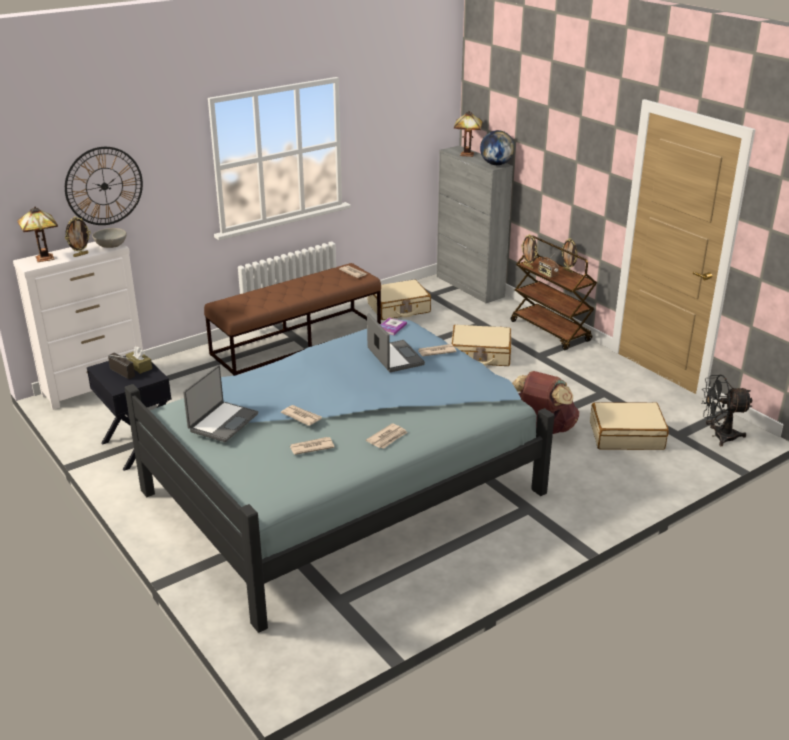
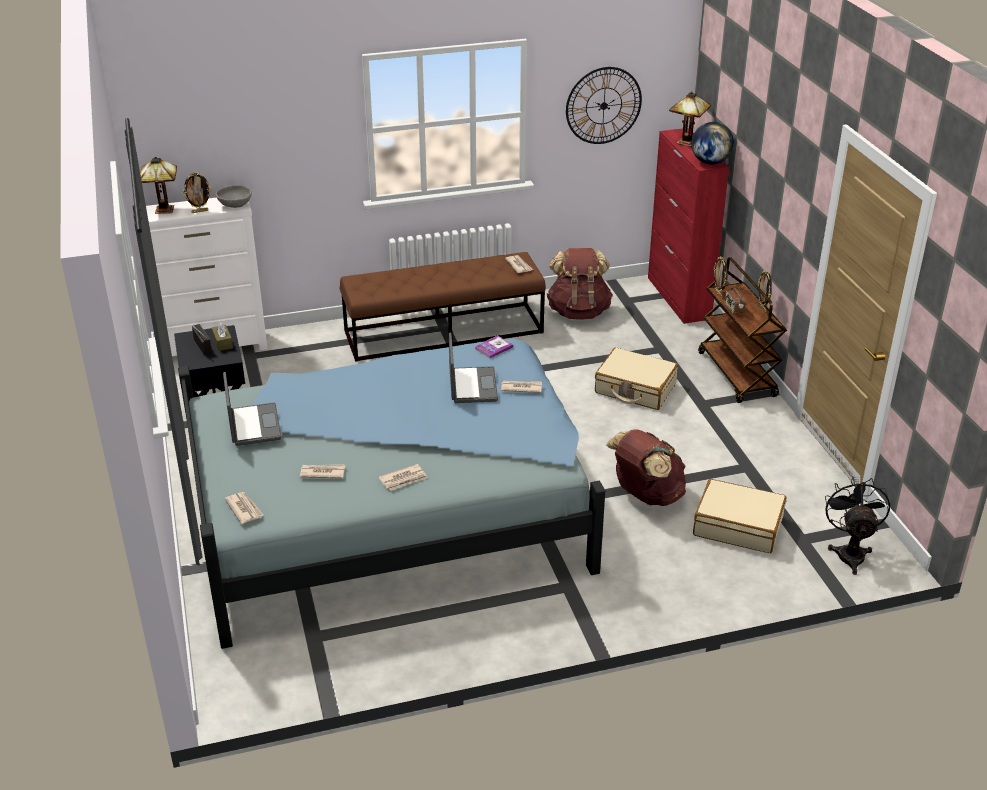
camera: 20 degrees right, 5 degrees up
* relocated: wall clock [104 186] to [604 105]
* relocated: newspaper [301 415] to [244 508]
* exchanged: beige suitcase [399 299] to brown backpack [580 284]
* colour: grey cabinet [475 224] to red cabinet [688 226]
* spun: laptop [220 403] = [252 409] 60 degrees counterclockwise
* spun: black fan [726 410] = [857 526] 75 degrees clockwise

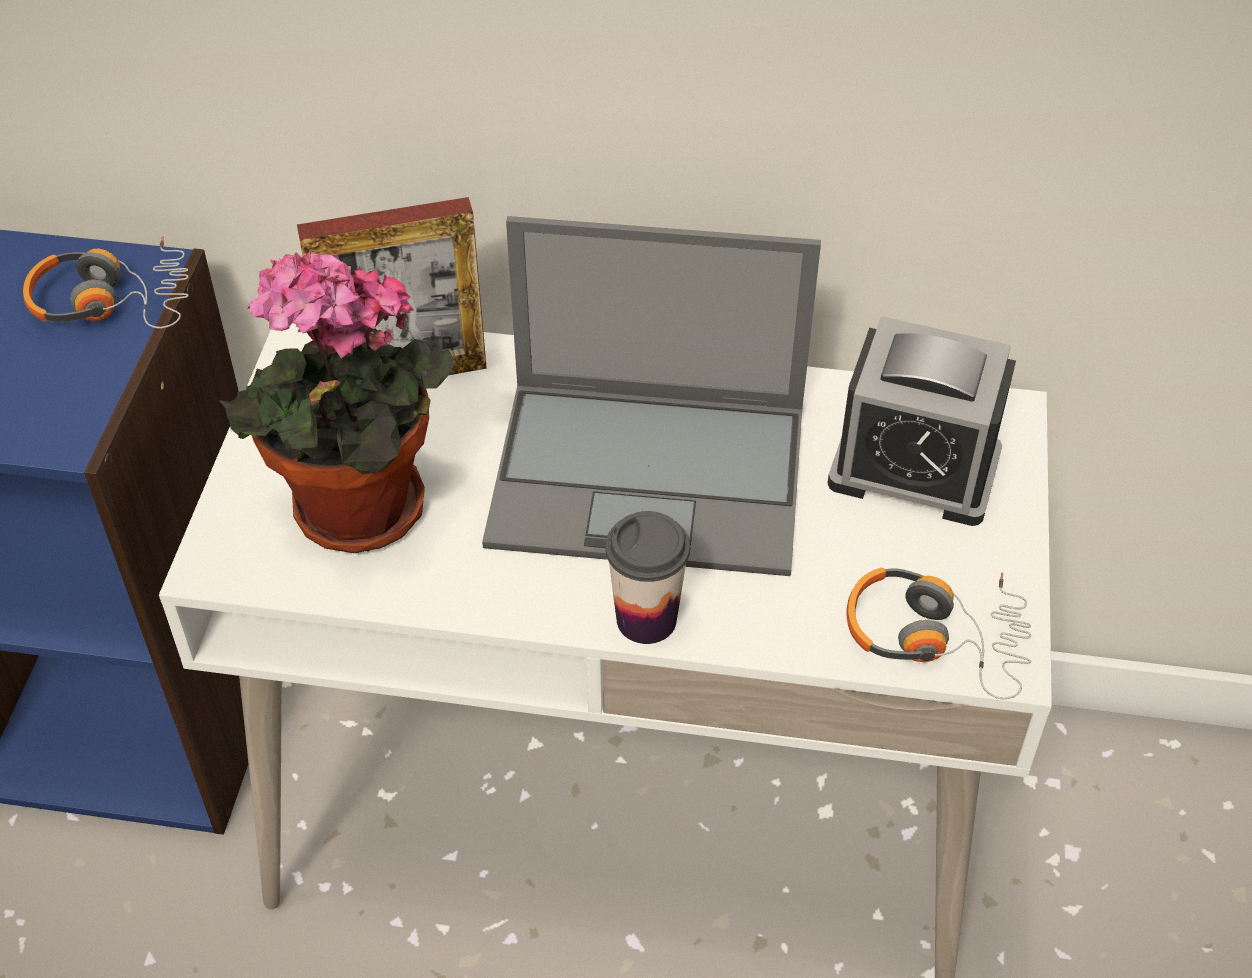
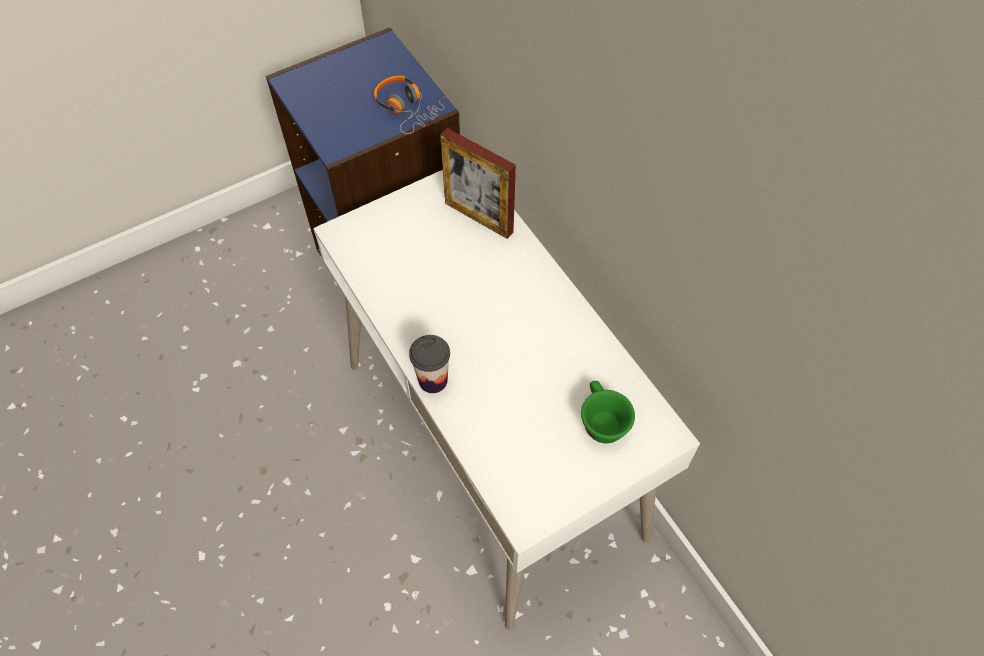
camera: 50 degrees right, 10 degrees up
* missing: potted plant [336 402]
* missing: laptop [651 396]
* missing: headphones [938 633]
* exchanged: alarm clock [922 421] to green cup [608 412]

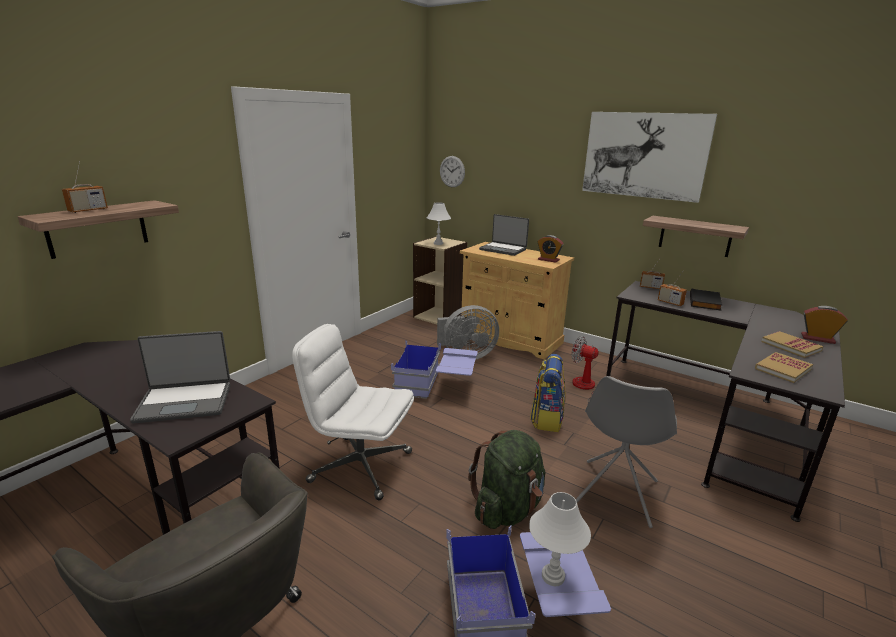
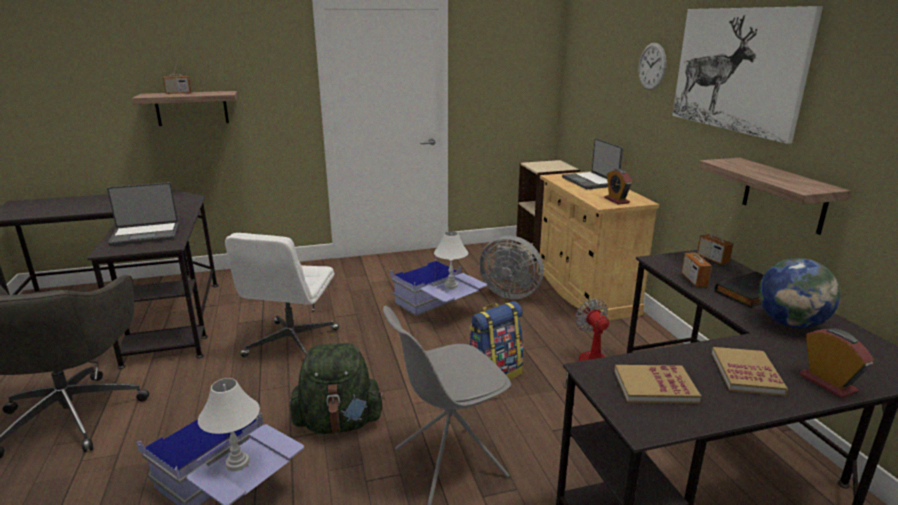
camera: 40 degrees right, 0 degrees up
* appeared: globe [799 293]
* relocated: white table lamp [439 223] to [451 260]
* relocated: wall clock [452 171] to [652 66]
* spun: laptop [180 377] = [143 214] 45 degrees counterclockwise
* spun: white office chair [353 412] = [282 296] 135 degrees counterclockwise

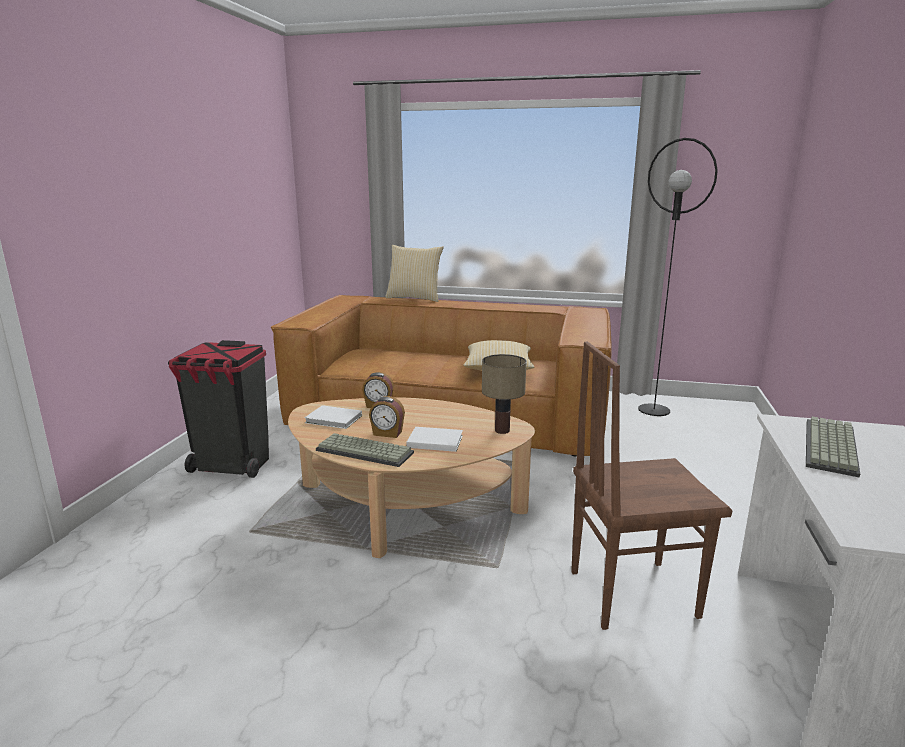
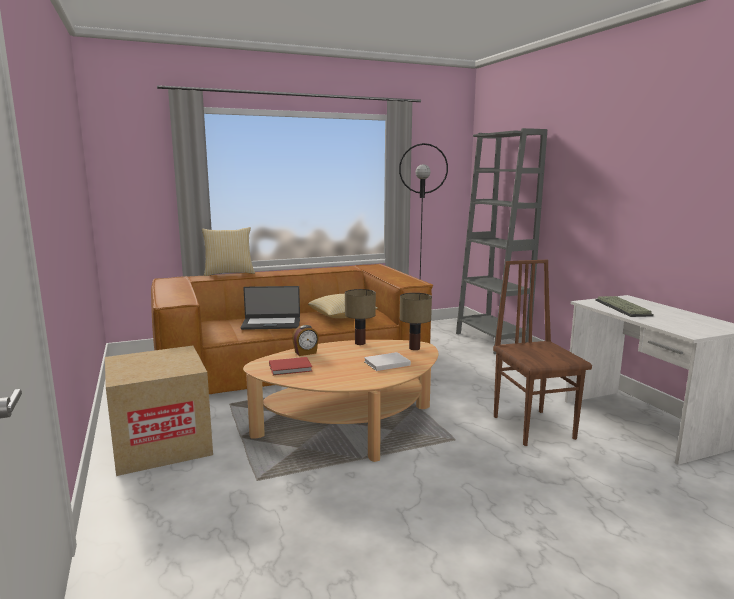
camera: 35 degrees left, 5 degrees down
* missing: keyboard [365 450]
* missing: alarm clock [387 417]
* appeared: laptop [270 308]
* appeared: table lamp [360 317]
* appeared: grey bookcase [501 241]
* exchanged: black trash can [218 409] to cardboard box [159 411]
* colour: white book [333 417] to red book [290 366]
* spun: brown chair [652 485] = [542 353] 120 degrees clockwise

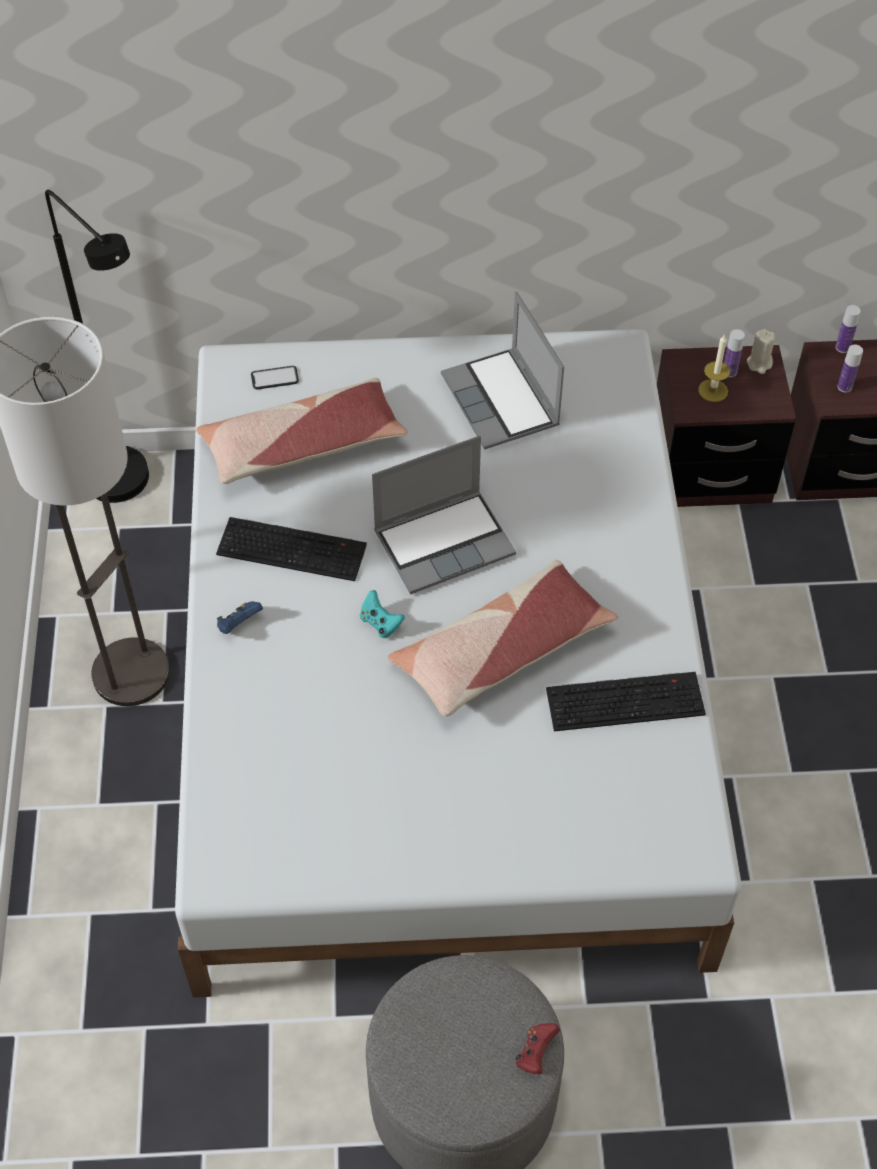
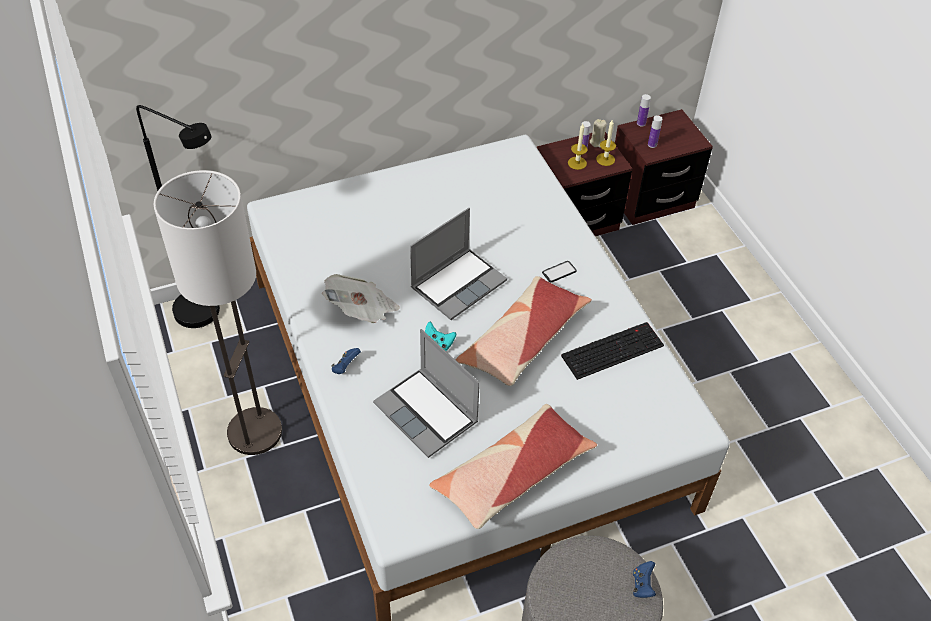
camera: 20 degrees left, 5 degrees down
* appeared: candle [606 143]
* relocated: pillow [302 431] to [513 466]
* relocated: phone [275 377] to [559 271]
* relocated: laptop [502 371] to [426 393]
* exchanged: keyboard [291 549] to newspaper [361 298]
* colour: red game controller [537 1049] to blue game controller [644 579]

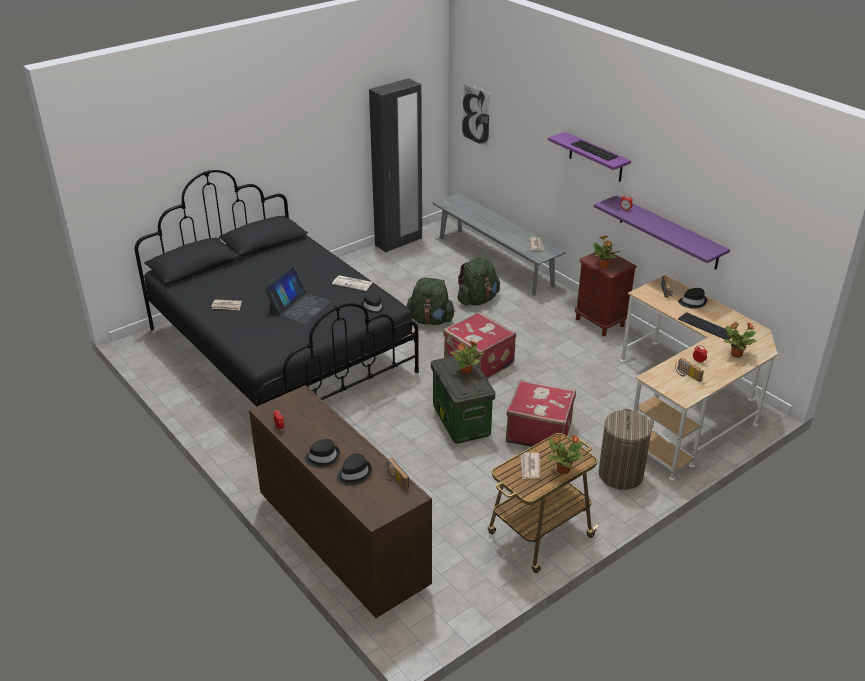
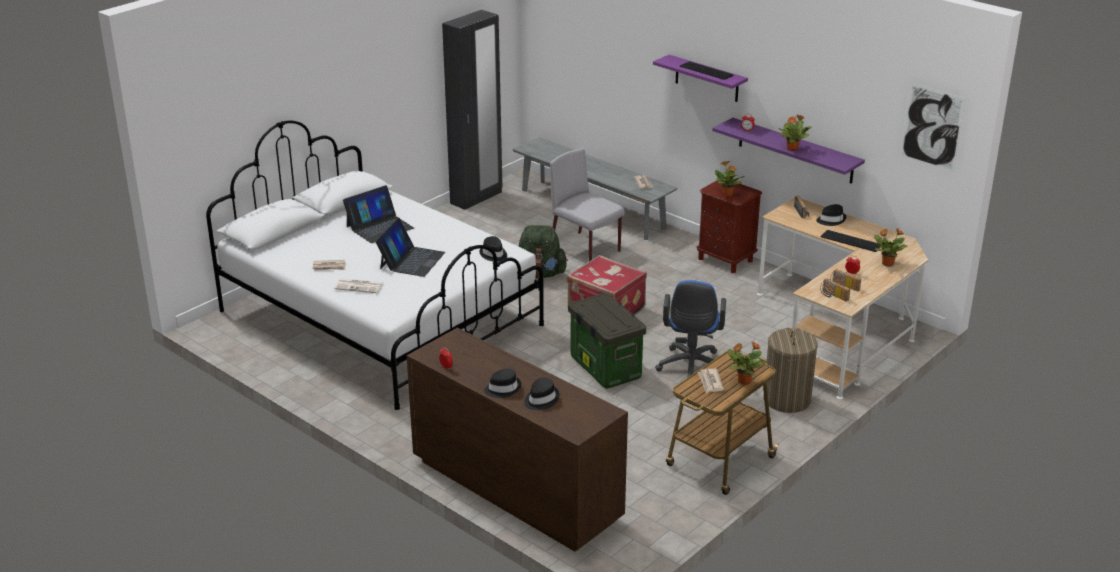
camera: 10 degrees left, 5 degrees down
* appeared: laptop [378 214]
* relocated: newspaper [352 283] to [358 285]
* relocated: radio [396 473] to [835 290]
* relocated: potted plant [467 357] to [795 133]
* relocated: picture [476 115] to [933 127]
* exchanged: green backpack [479 282] to grey chair [587 204]
* exchanged: red suitcase [541 413] to blue office chair [690 328]
* colour: black bed [276 288] to white bed [375 265]

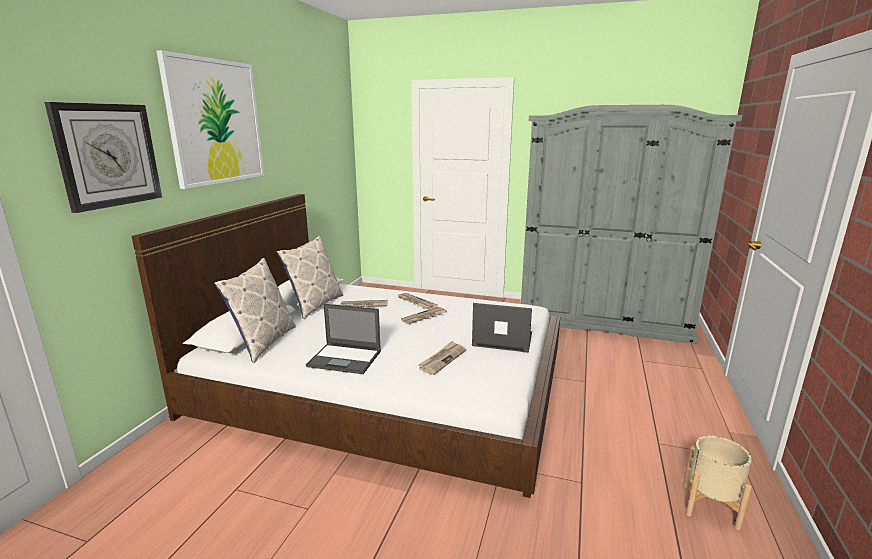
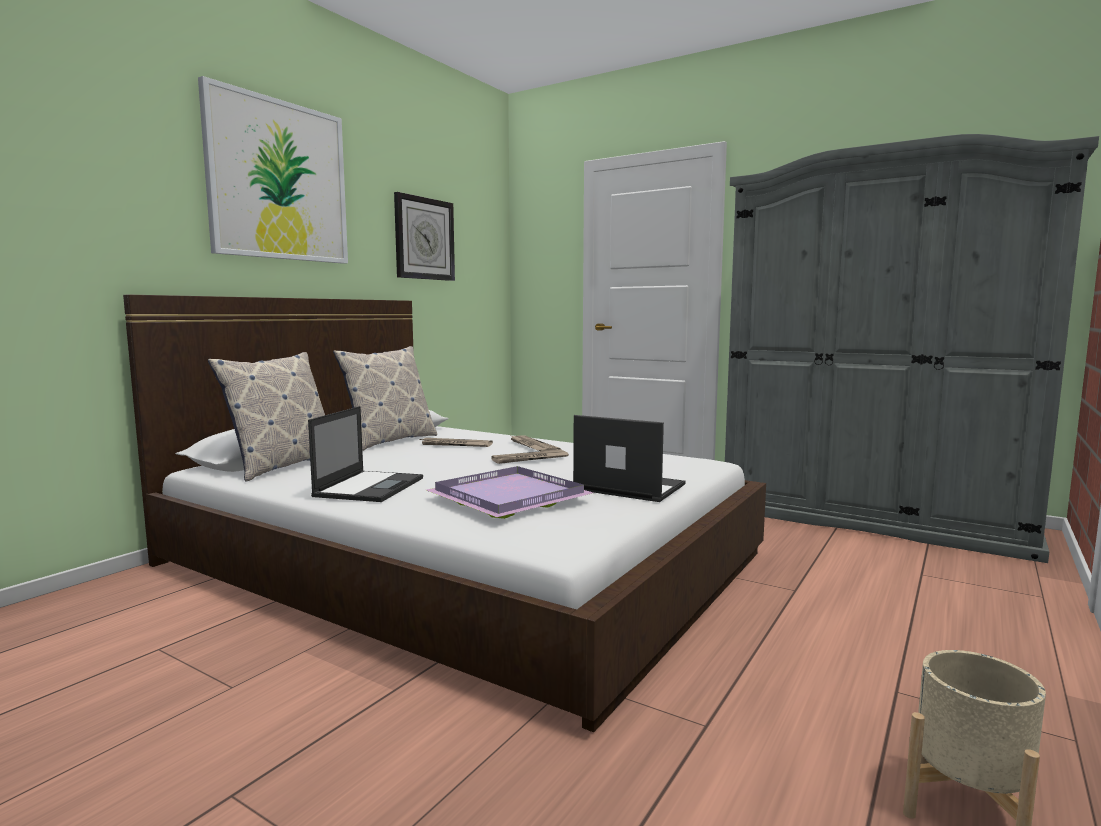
camera: 15 degrees right, 10 degrees down
* relocated: wall clock [103 157] to [424 236]
* exchanged: newspaper [442 358] to purple tray [510 492]
* spun: laptop [343 339] = [365 454] 105 degrees counterclockwise

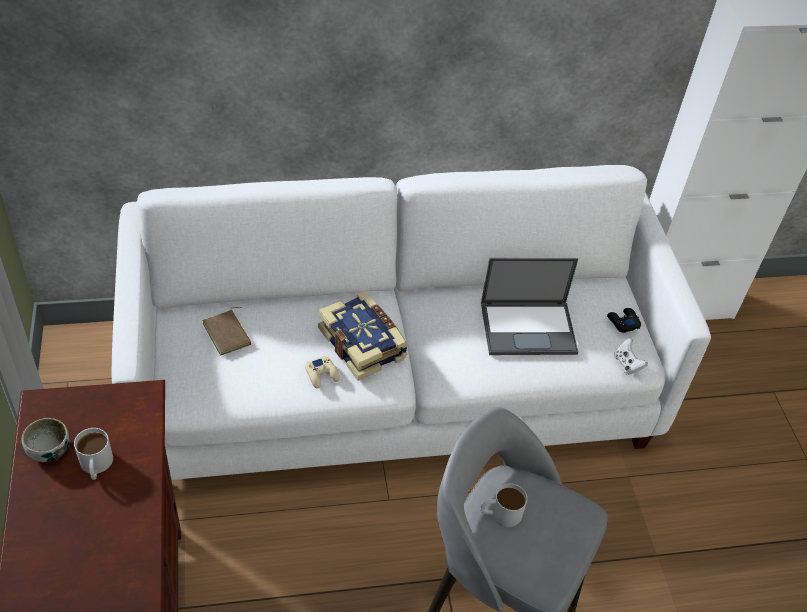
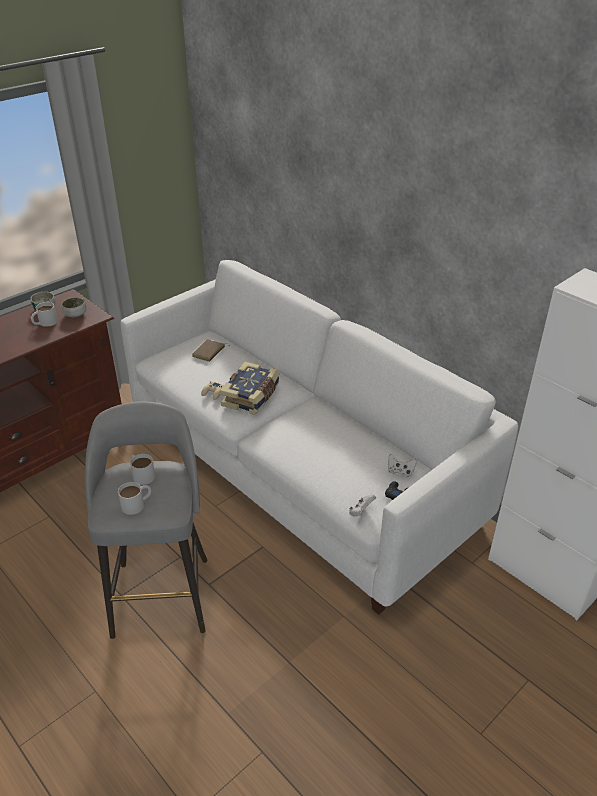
camera: 60 degrees right, 10 degrees down
* missing: laptop [529 306]
* appeared: bowl [73 307]
* appeared: white mug [134 498]
* appeared: white game controller [402 465]

